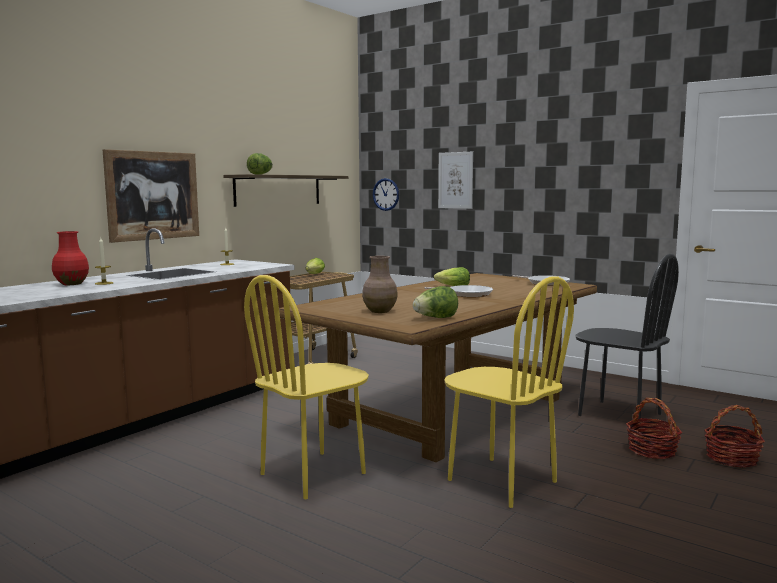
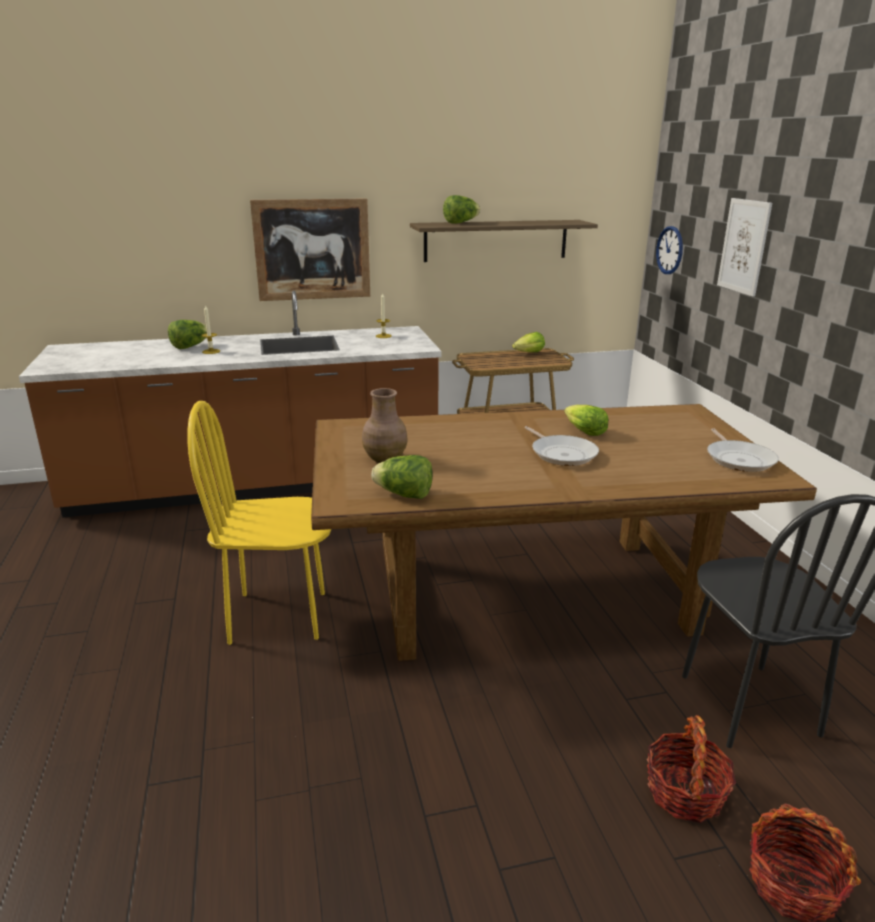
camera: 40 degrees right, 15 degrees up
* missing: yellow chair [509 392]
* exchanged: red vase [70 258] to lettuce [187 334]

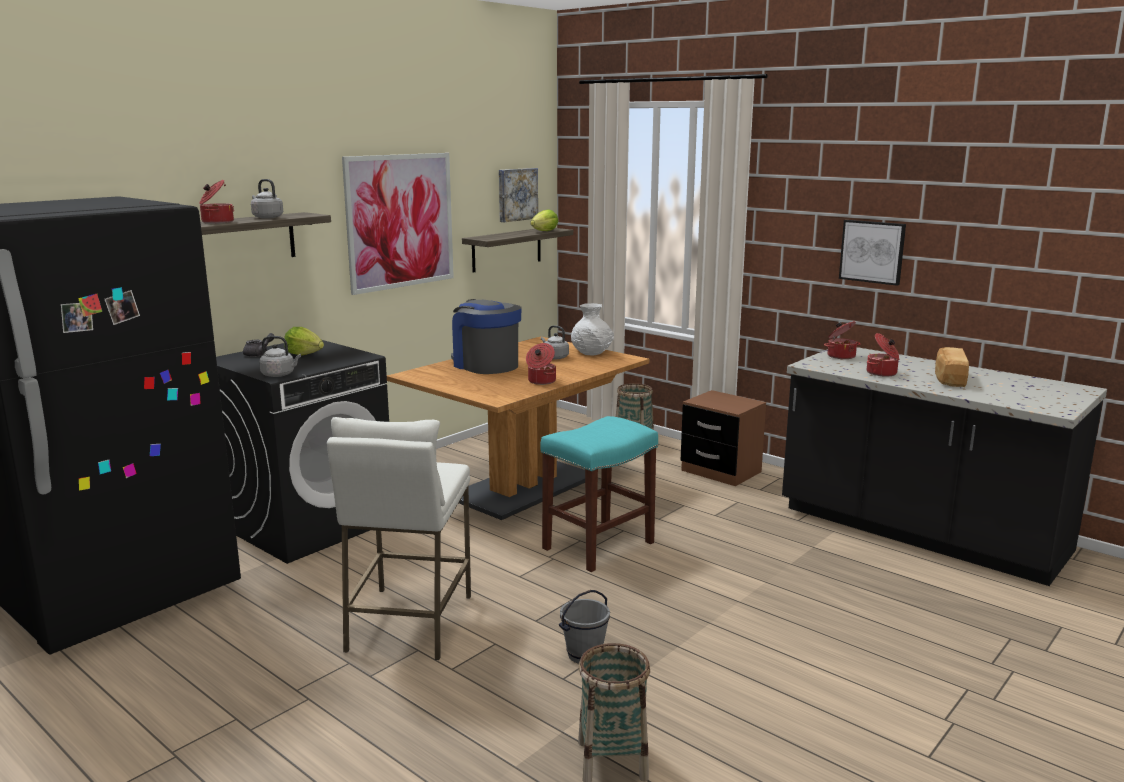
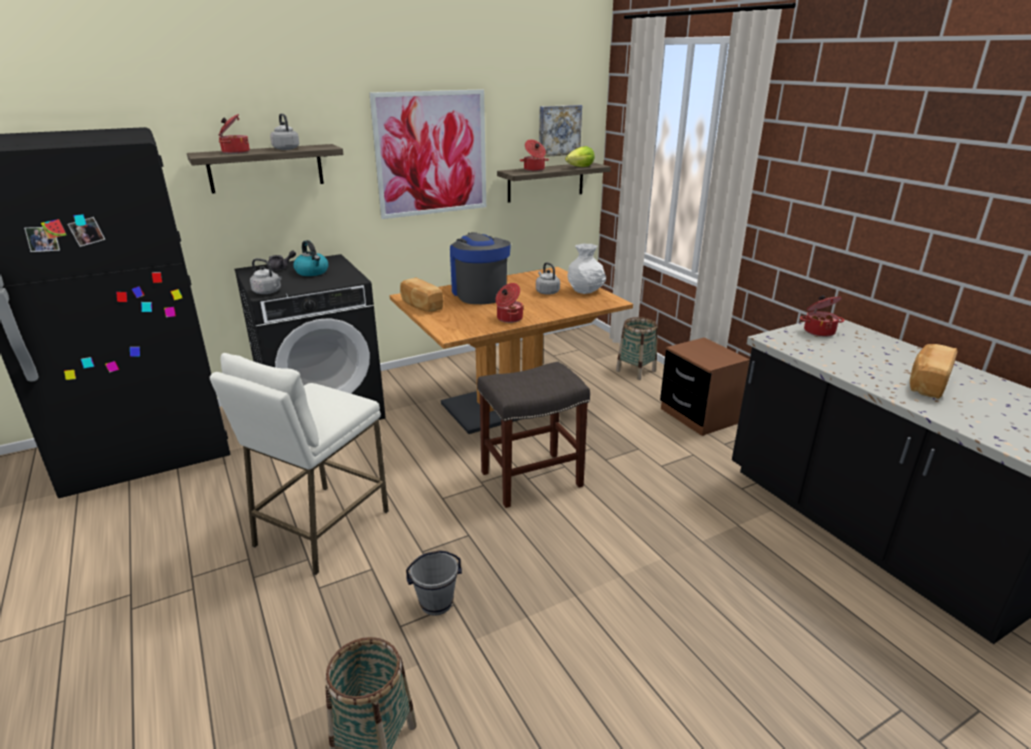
camera: 20 degrees right, 10 degrees up
* missing: picture [872 253]
* appeared: bread [421 294]
* relocated: cooking pot [883 355] to [534 155]
* exchanged: lettuce [304 341] to kettle [310 258]
* colour: turquoise stool [599 494] to grey stool [533 435]

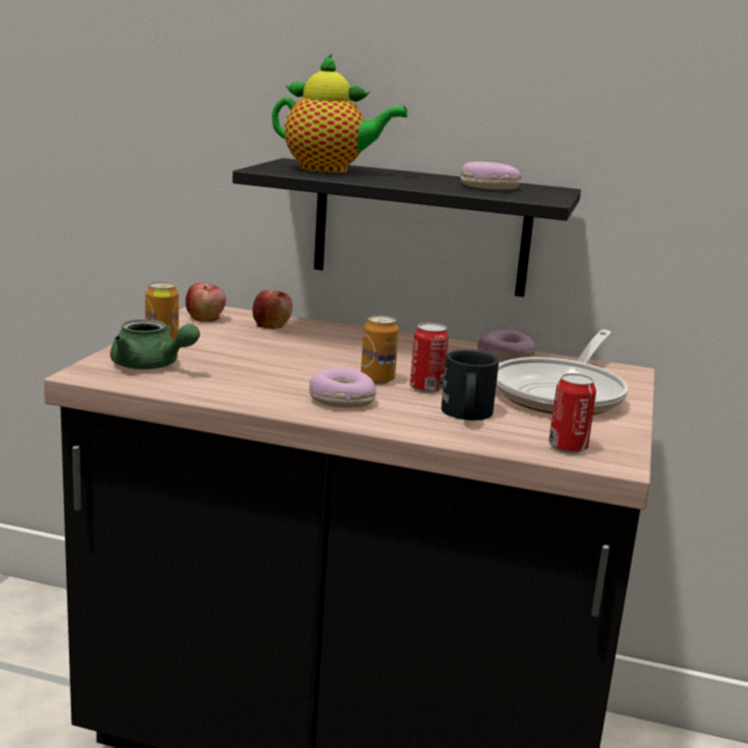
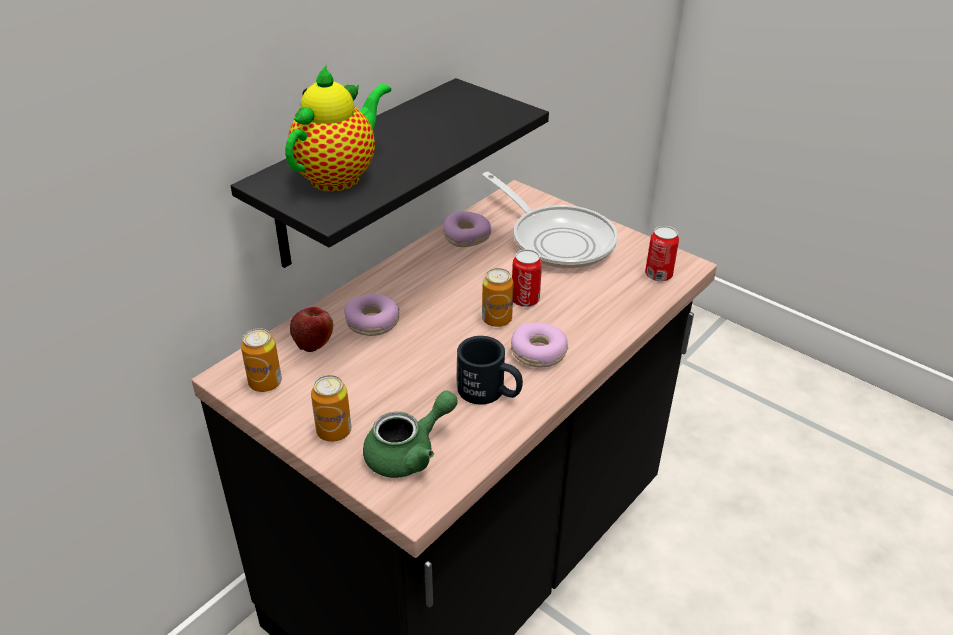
camera: 65 degrees left, 20 degrees up
* relocated: black mug [470 385] to [490 370]
* relocated: donut [490 176] to [372 315]
* exchanged: apple [205 302] to can [261 360]

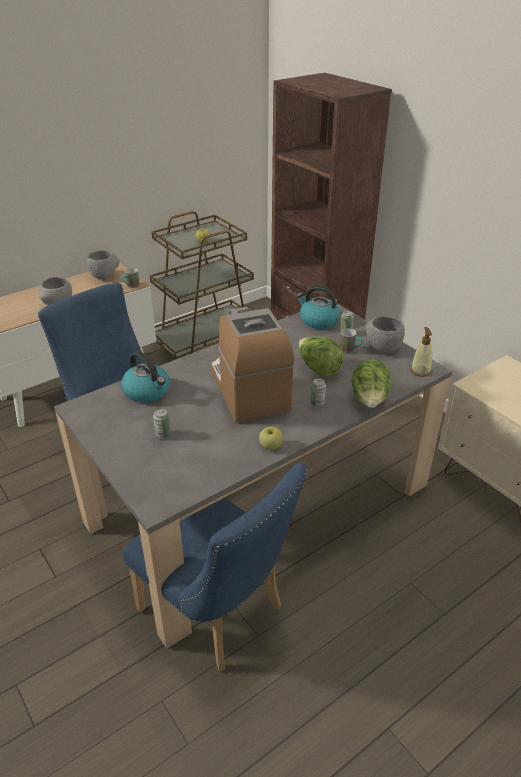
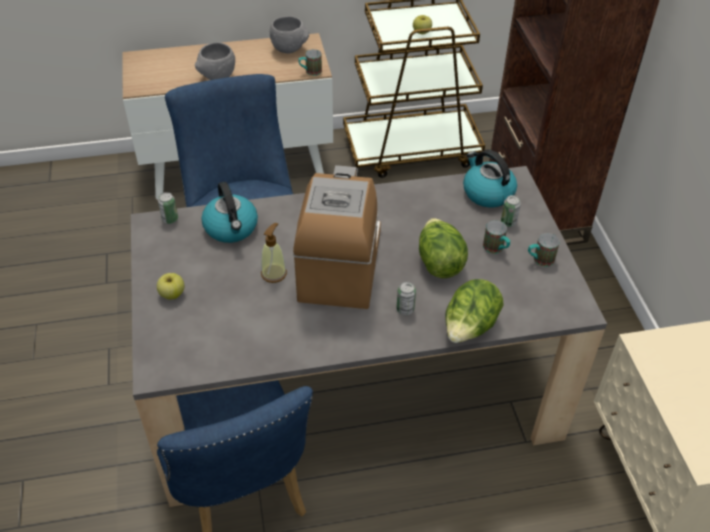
camera: 25 degrees right, 10 degrees up
* relocated: can [162 424] to [168 208]
* relocated: apple [271 438] to [170 286]
* relocated: soap dispenser [421 352] to [274 253]
* exchanged: grey bowl [385 334] to mug [544 250]

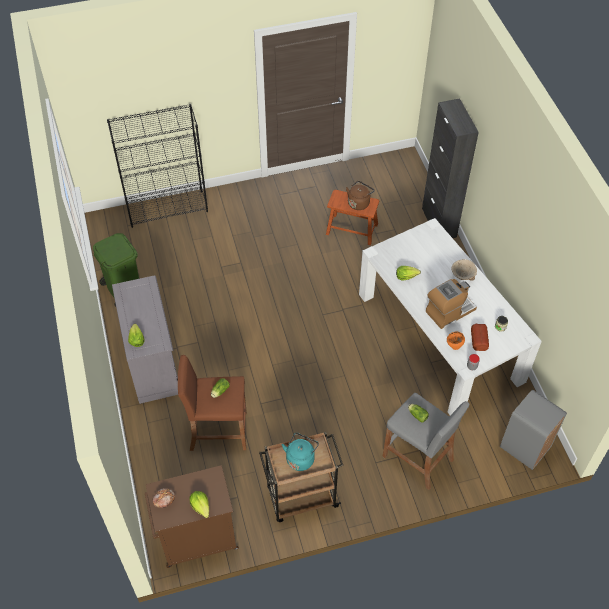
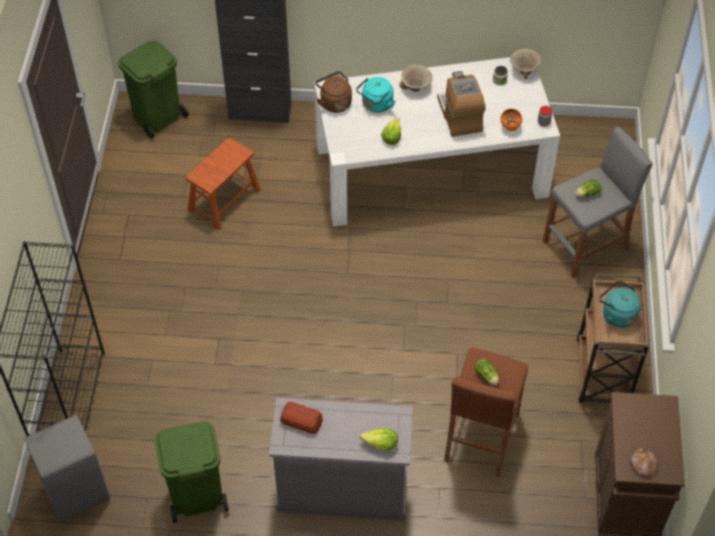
camera: 70 degrees left, 0 degrees up
* missing: lettuce [199 504]
* appeared: green trash can [153 90]
* appeared: turquoise kettle [375 95]
* appeared: beige bowl [525 64]
* relocated: brown kettle [360 195] to [333 92]
* relocated: bread [480 337] to [301 418]
* relocated: grey trash can [533 429] to [67 468]

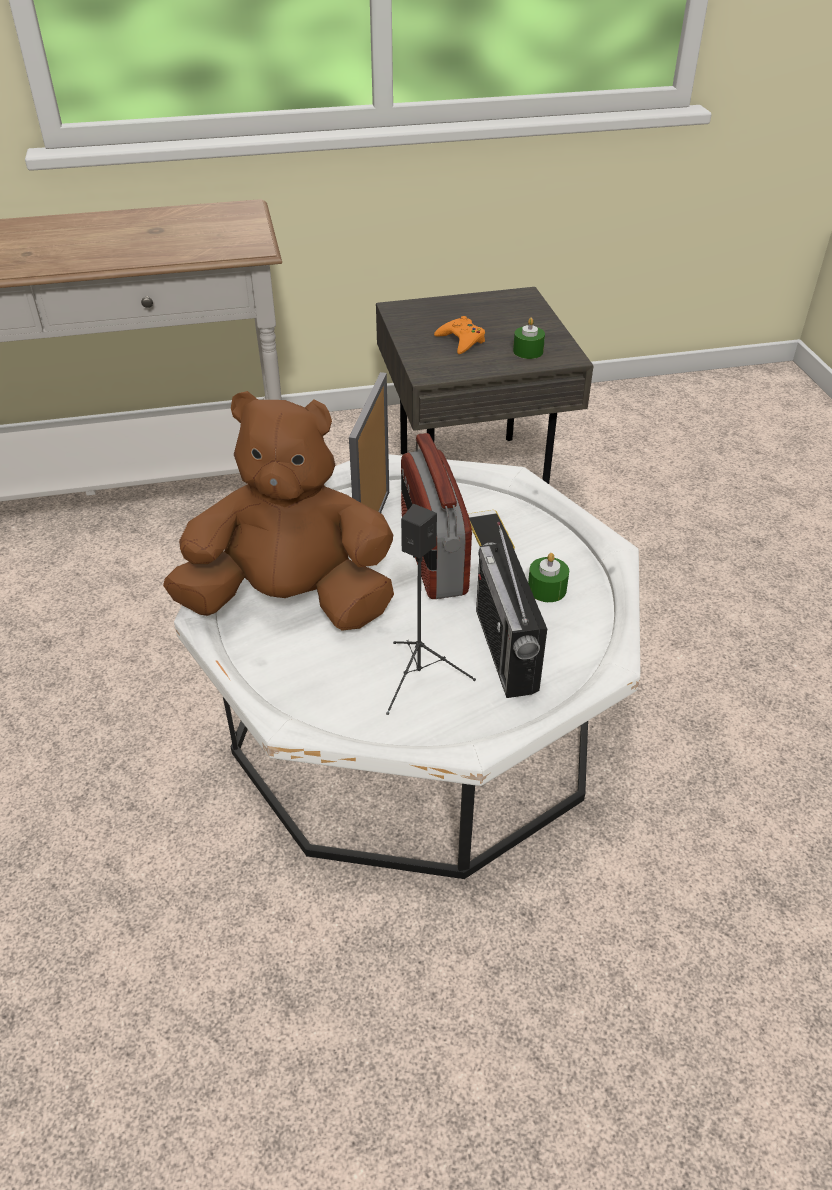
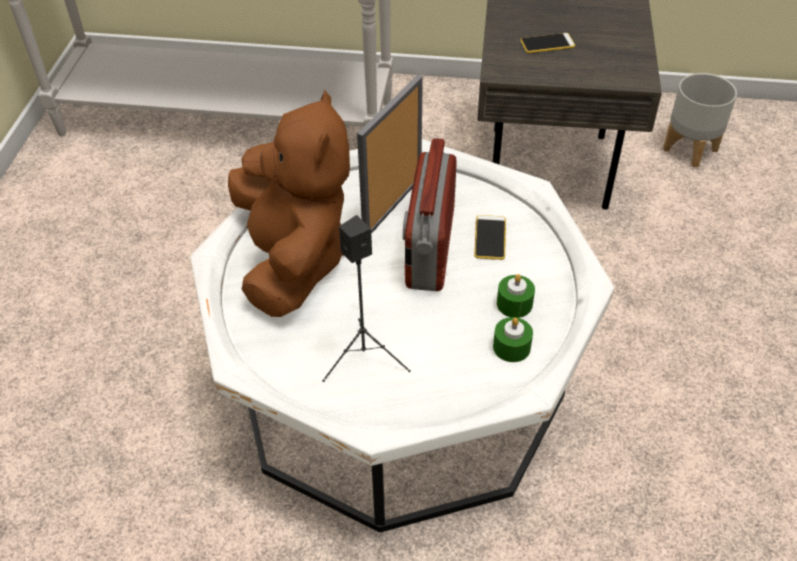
camera: 20 degrees right, 5 degrees up
* missing: radio [511 610]
* appeared: grey planter [700 120]
* relocated: green candle [529 338] to [513 339]
* exchanged: orange game controller [459 335] to phone [547 43]
* spun: brown plush toy [278 511] = [289 203] 60 degrees clockwise

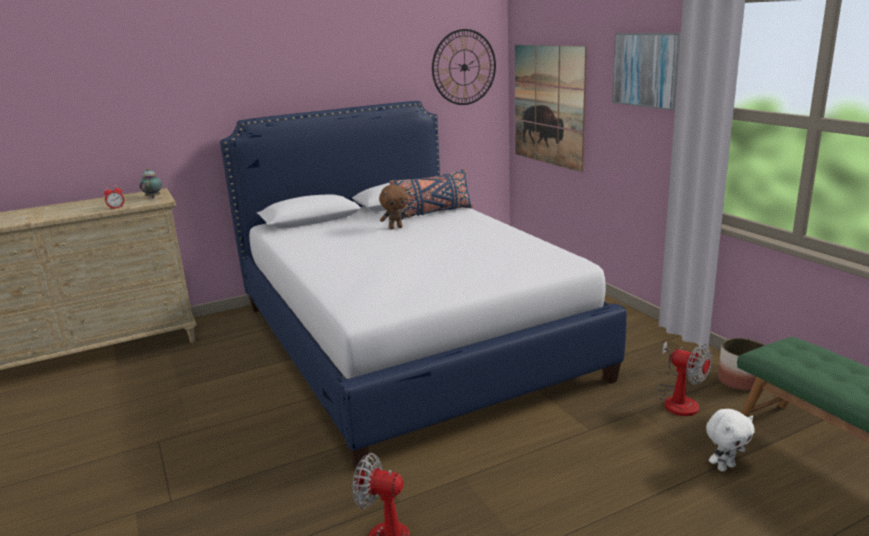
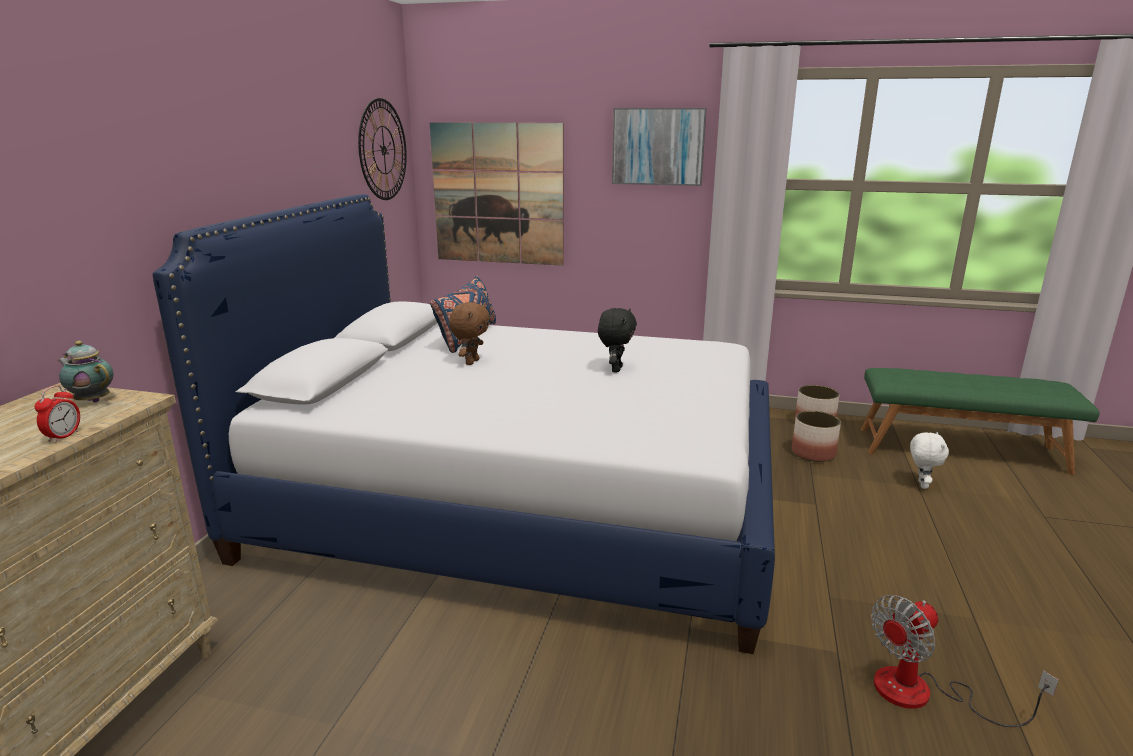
camera: 50 degrees left, 0 degrees up
* appeared: black plush toy [617 340]
* exchanged: fan [684 378] to planter [816 436]

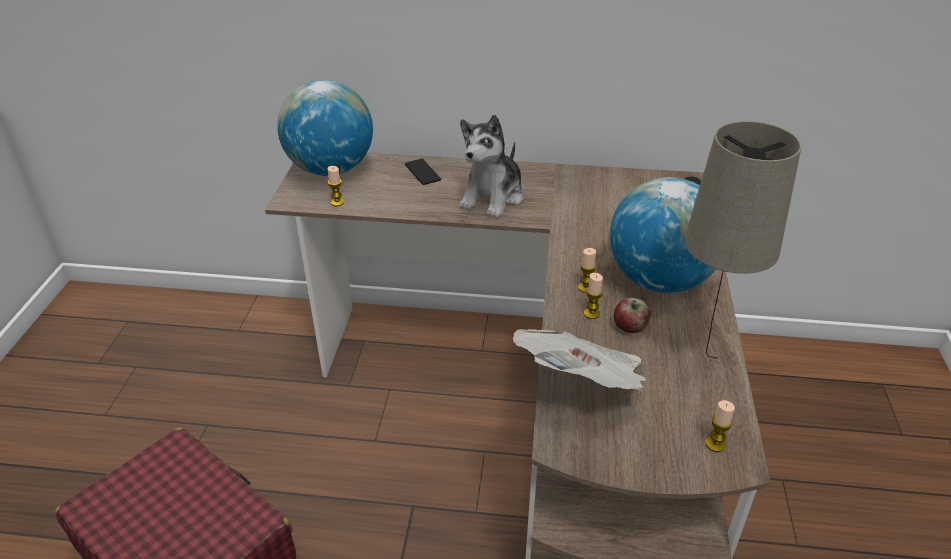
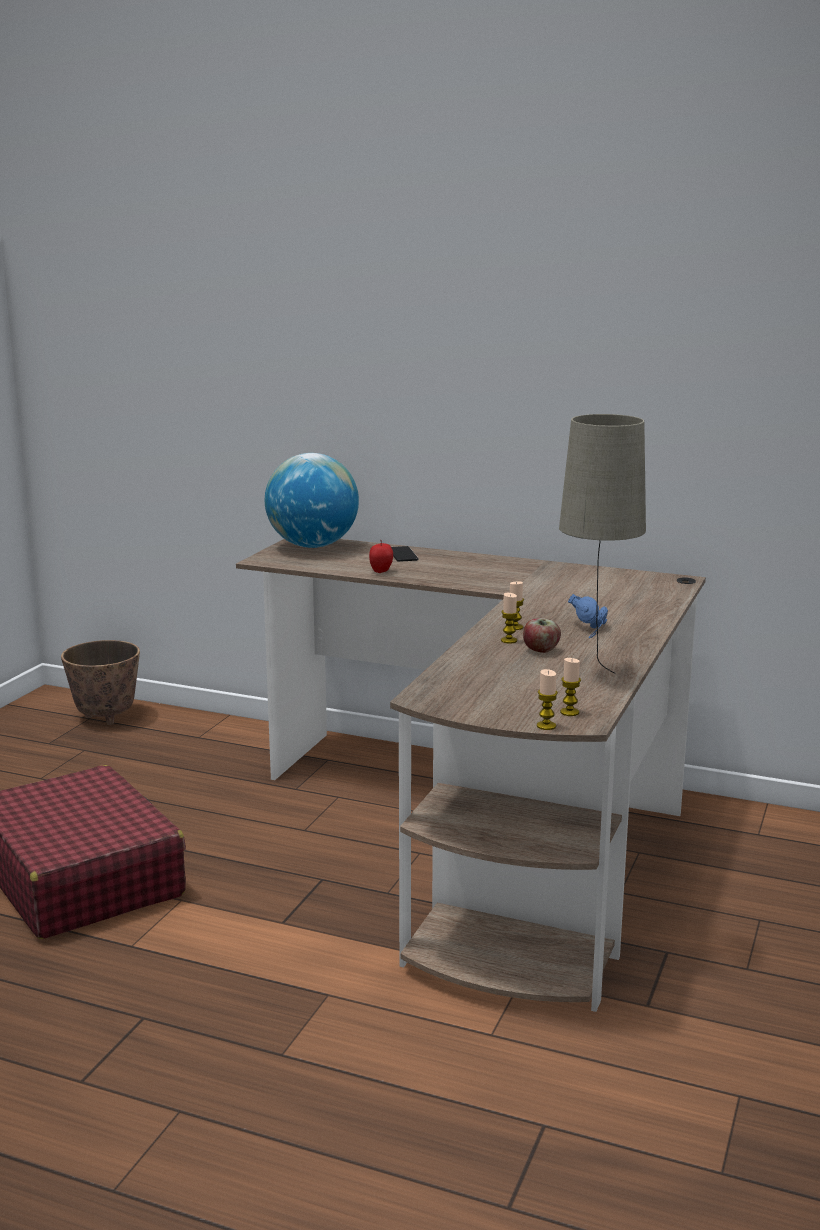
camera: 15 degrees right, 20 degrees down
* missing: plush toy [491 166]
* missing: newspaper [579 360]
* appeared: planter [100 682]
* appeared: apple [381 556]
* relocated: candle [335 186] to [547 699]
* exchanged: globe [663 235] to blue headphones [588 616]

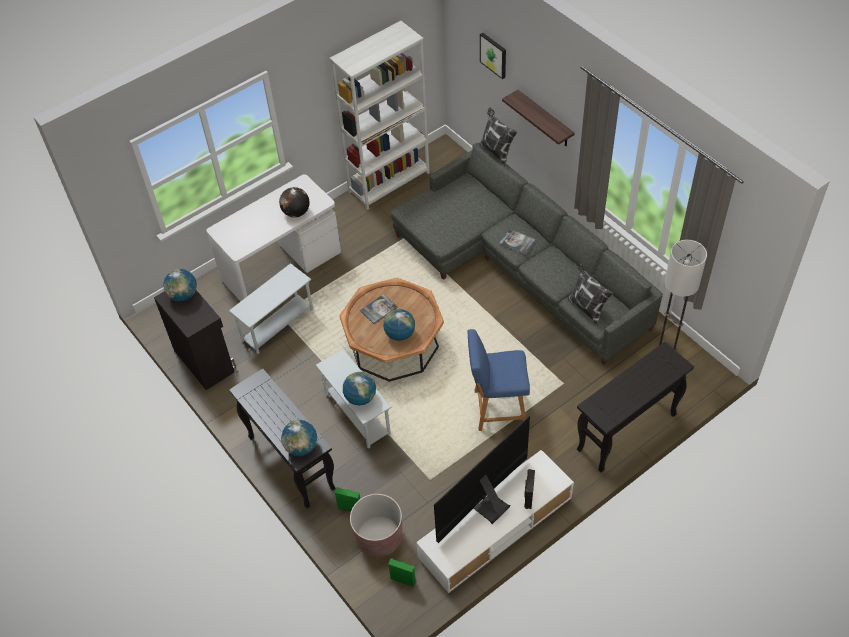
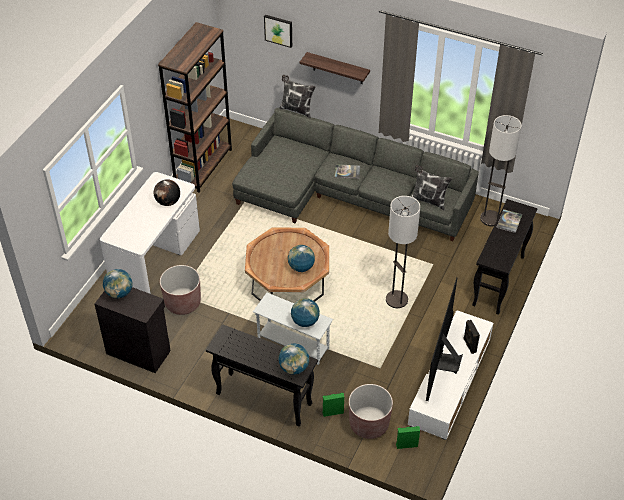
camera: 30 degrees left, 5 degrees down
* relocated: book [379 309] to [509 221]
* exchanged: white side table [271 308] to brown planter [180 290]
* exchanged: blue stool [498 380] to floor lamp [403 252]
* colour: white bookcase [380 115] to brown bookcase [195 107]

